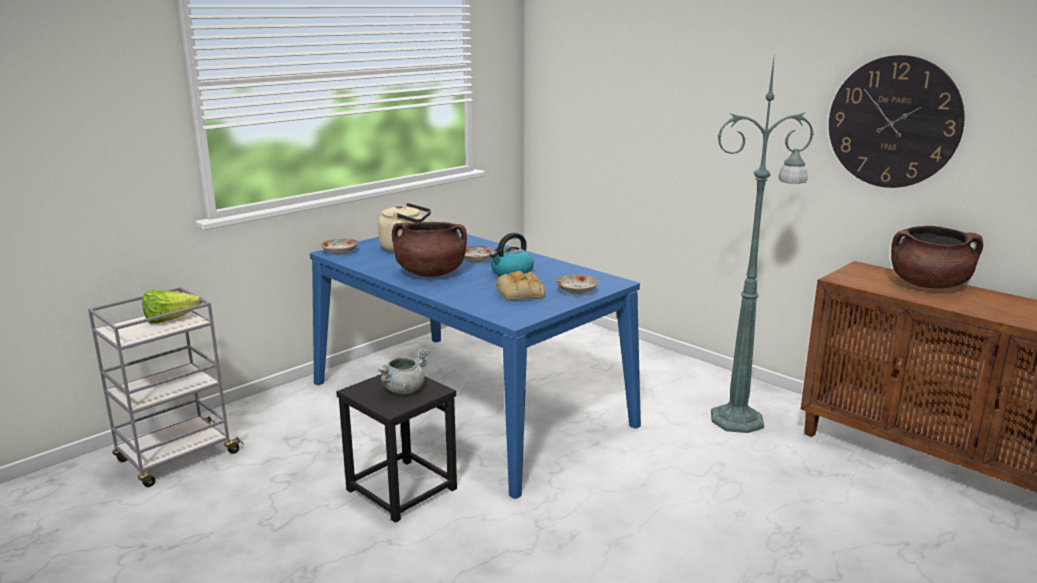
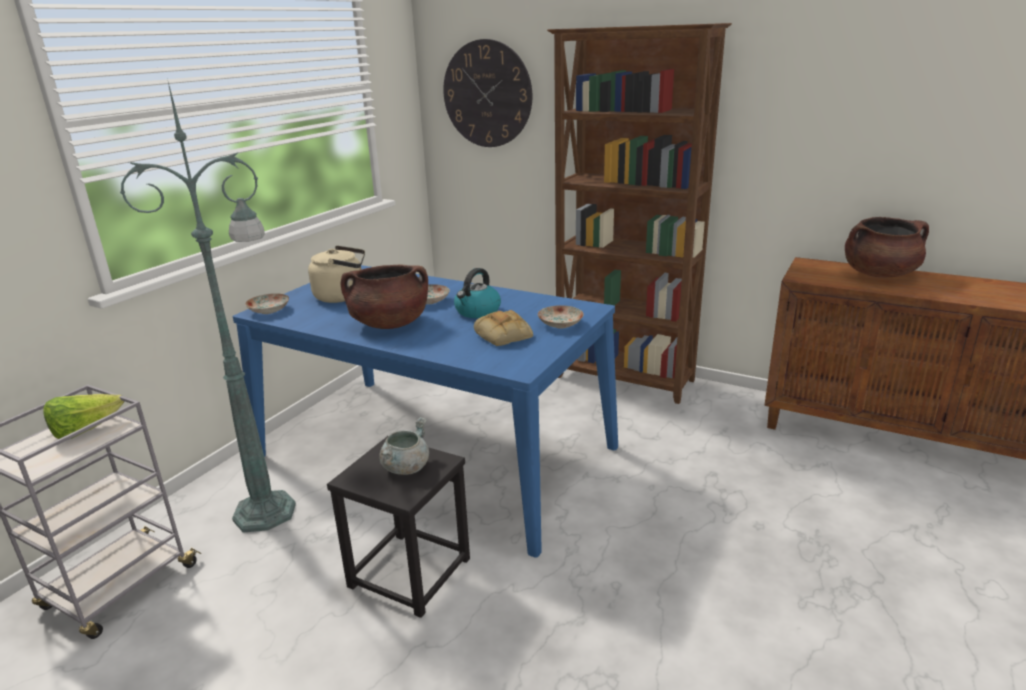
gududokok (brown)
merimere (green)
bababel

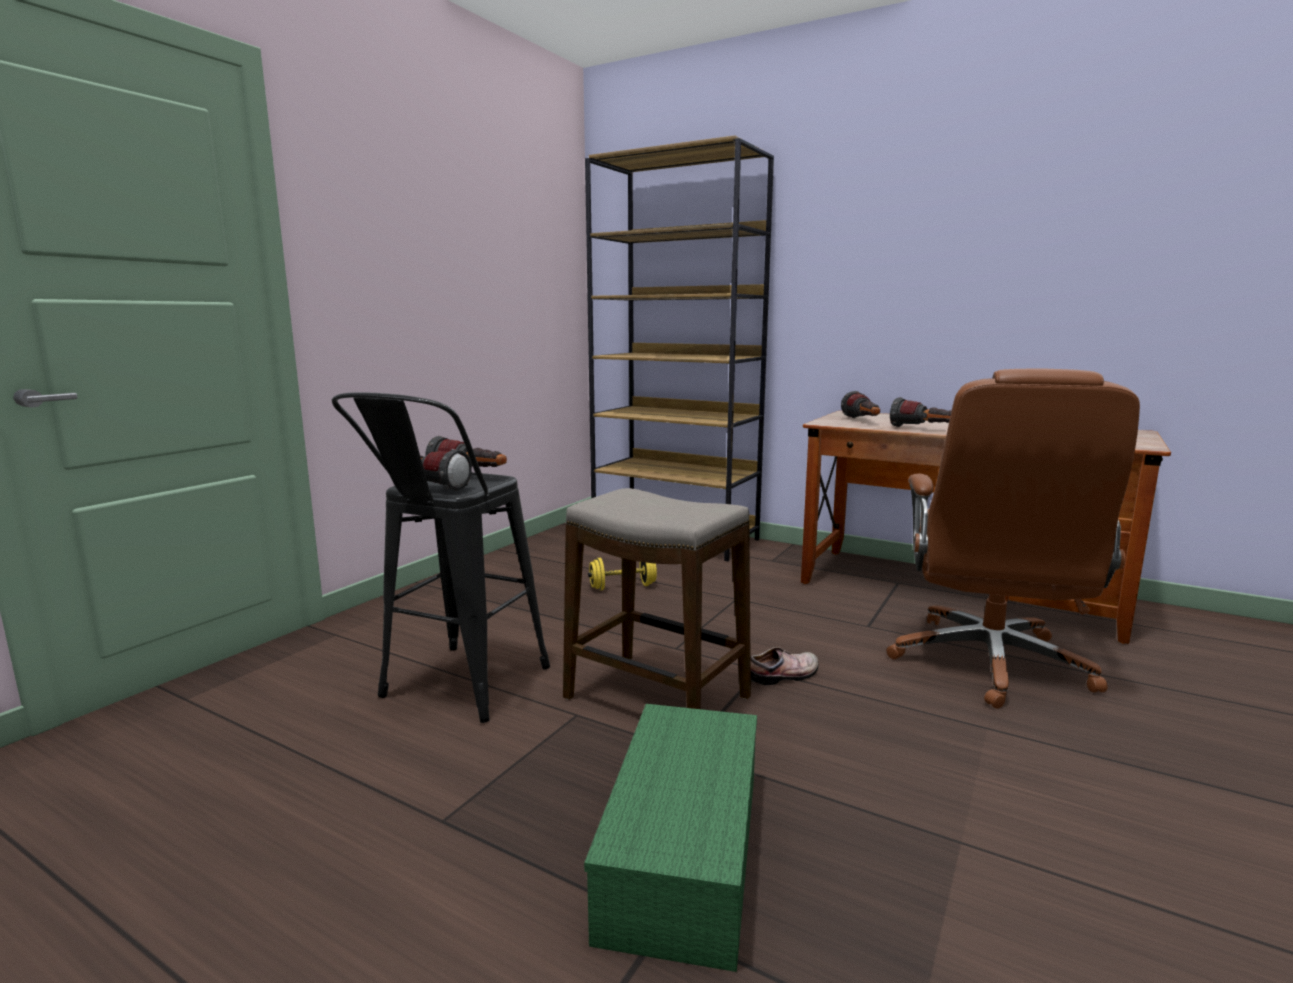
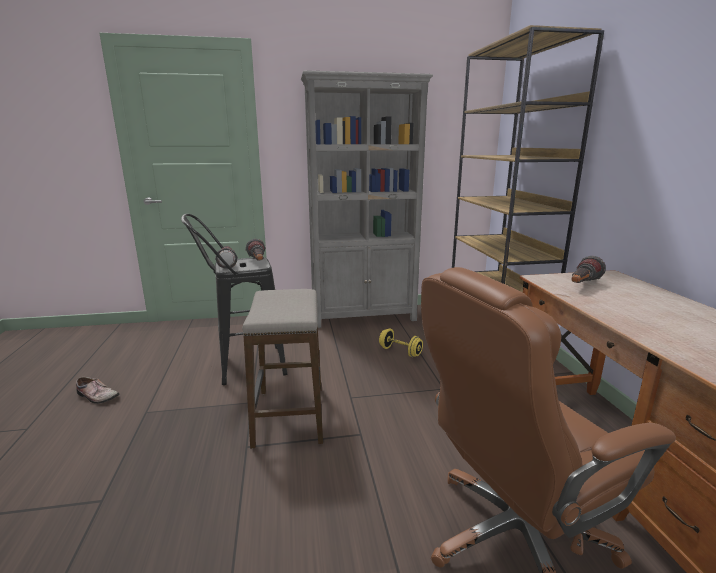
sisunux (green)
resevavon (4th from left in the first image)
gududokok (grey)
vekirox

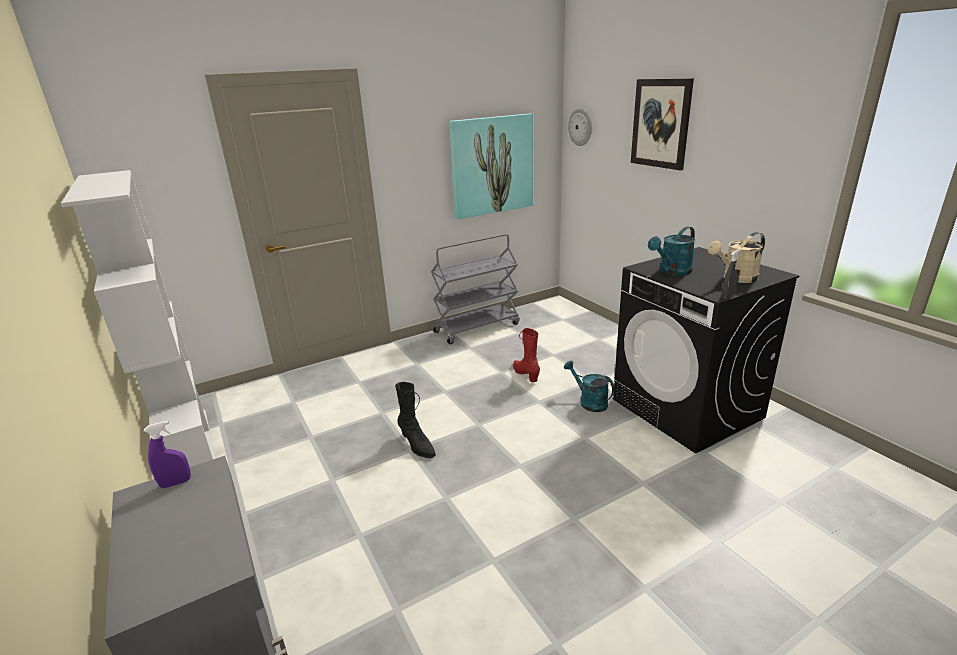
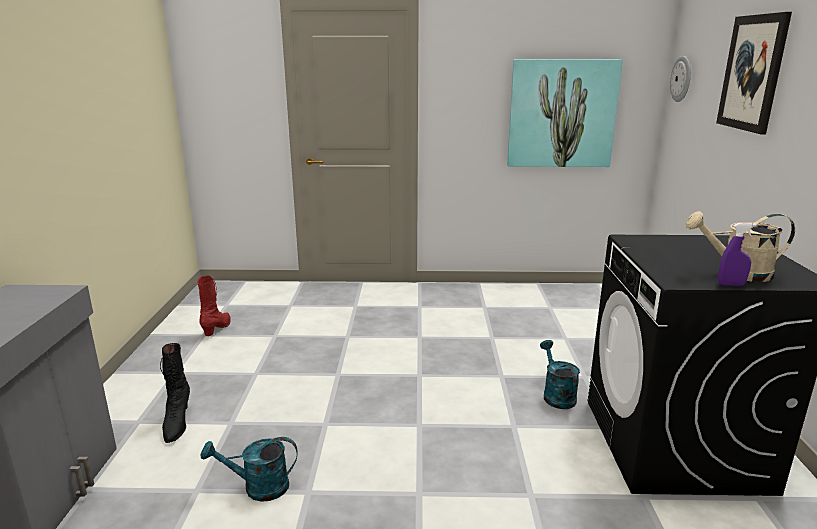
gududokok (white)
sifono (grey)
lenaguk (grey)
lenaguk (purple)
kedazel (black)
kedazel (red)
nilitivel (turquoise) (1st from left)

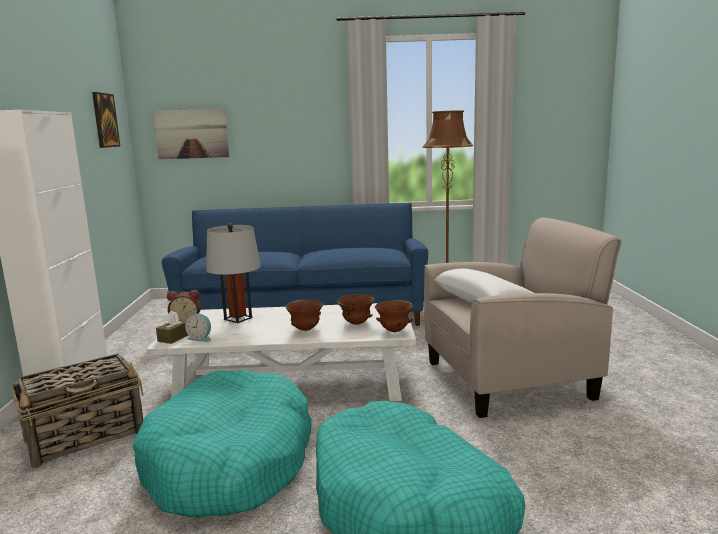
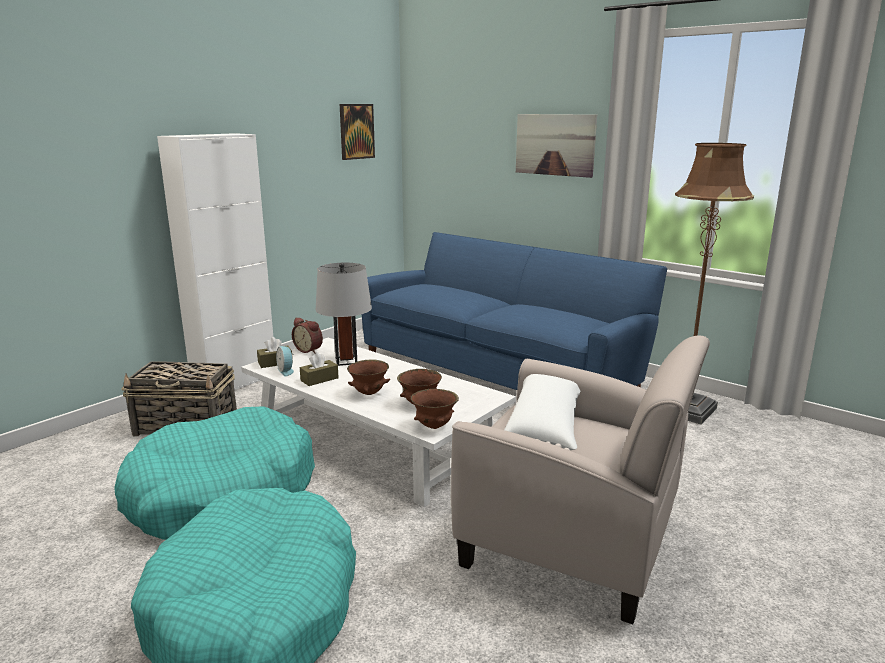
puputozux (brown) (2nd from left)
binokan (2nd from left)

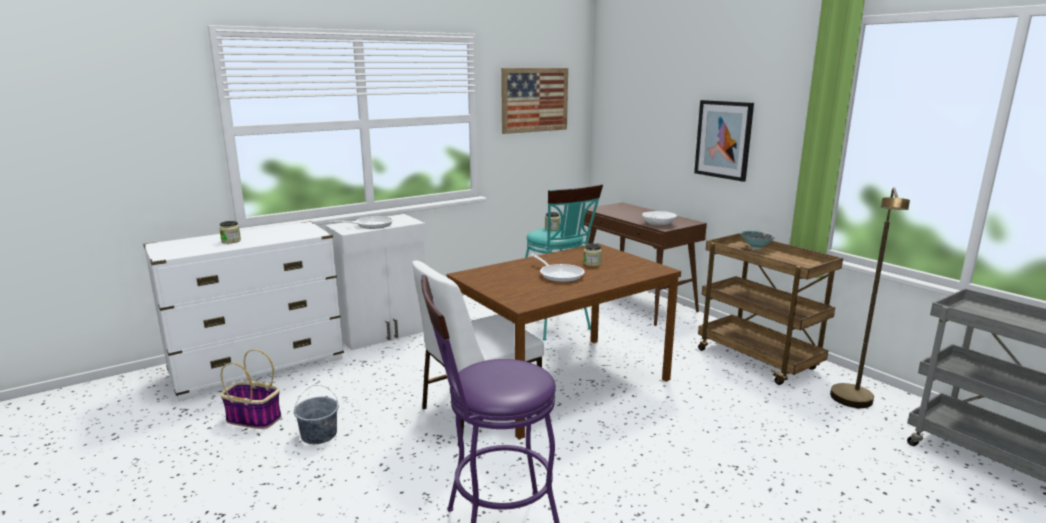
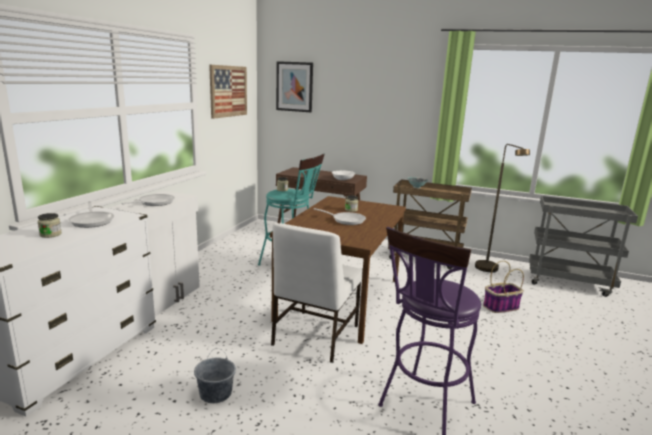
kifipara (1st from left)
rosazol
binokan (2nd from left)

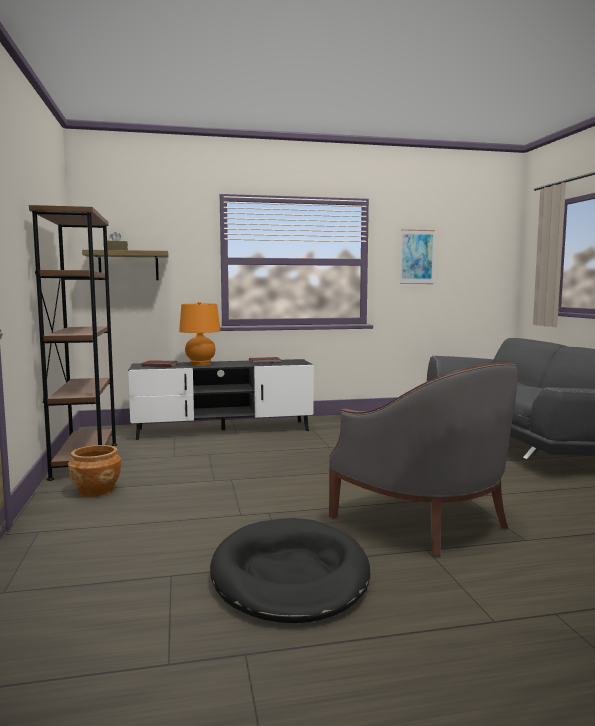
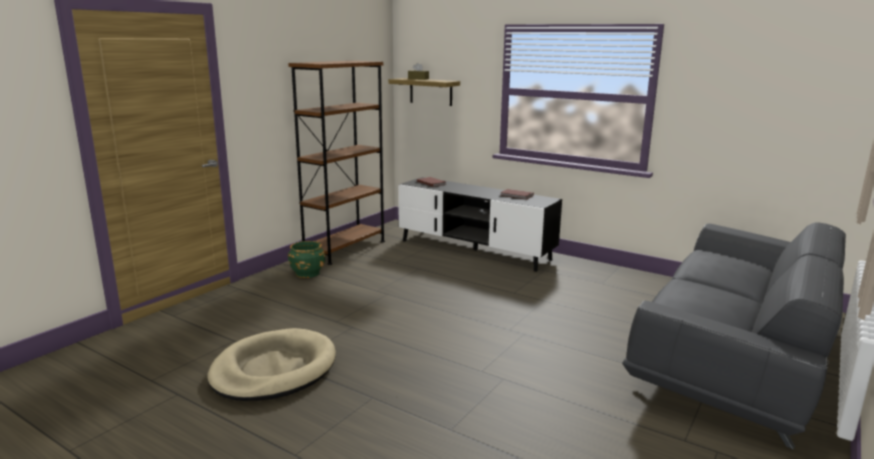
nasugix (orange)
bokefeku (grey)
binokan
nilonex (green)
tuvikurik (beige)

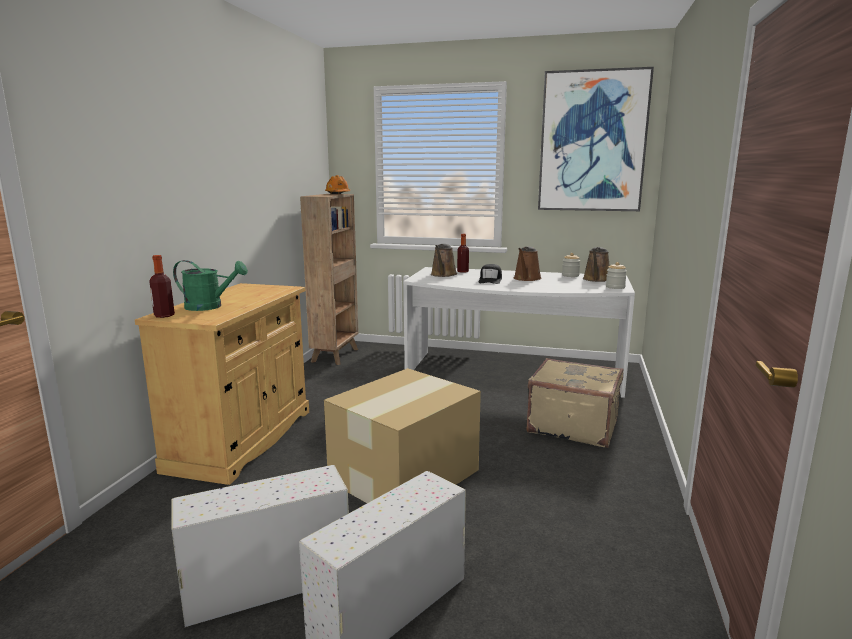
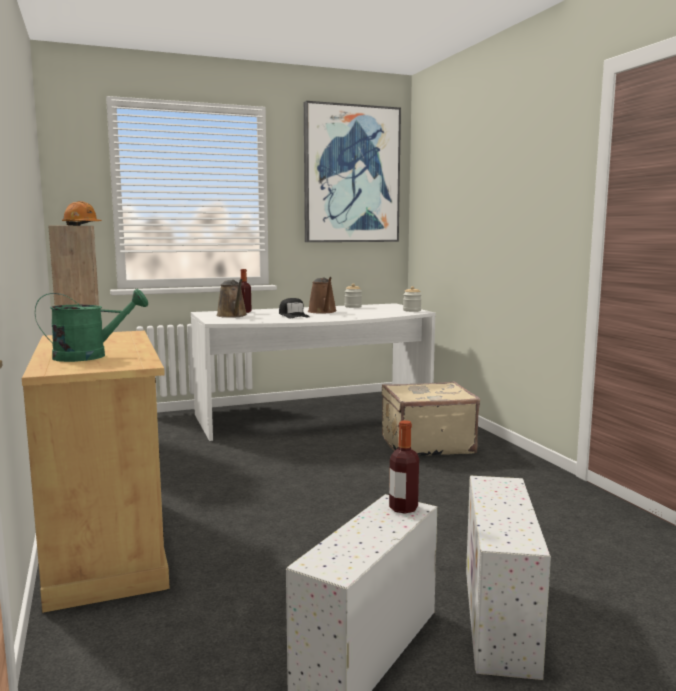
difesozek
nilitivel (brown) (3rd from left in the first image)
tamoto (2nd from left)

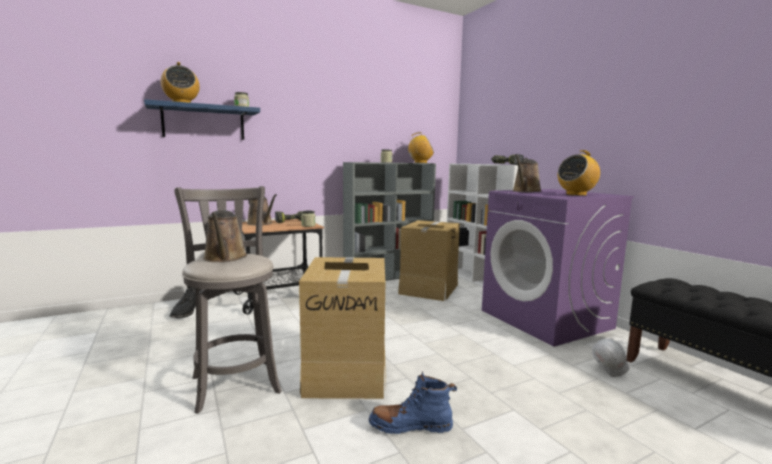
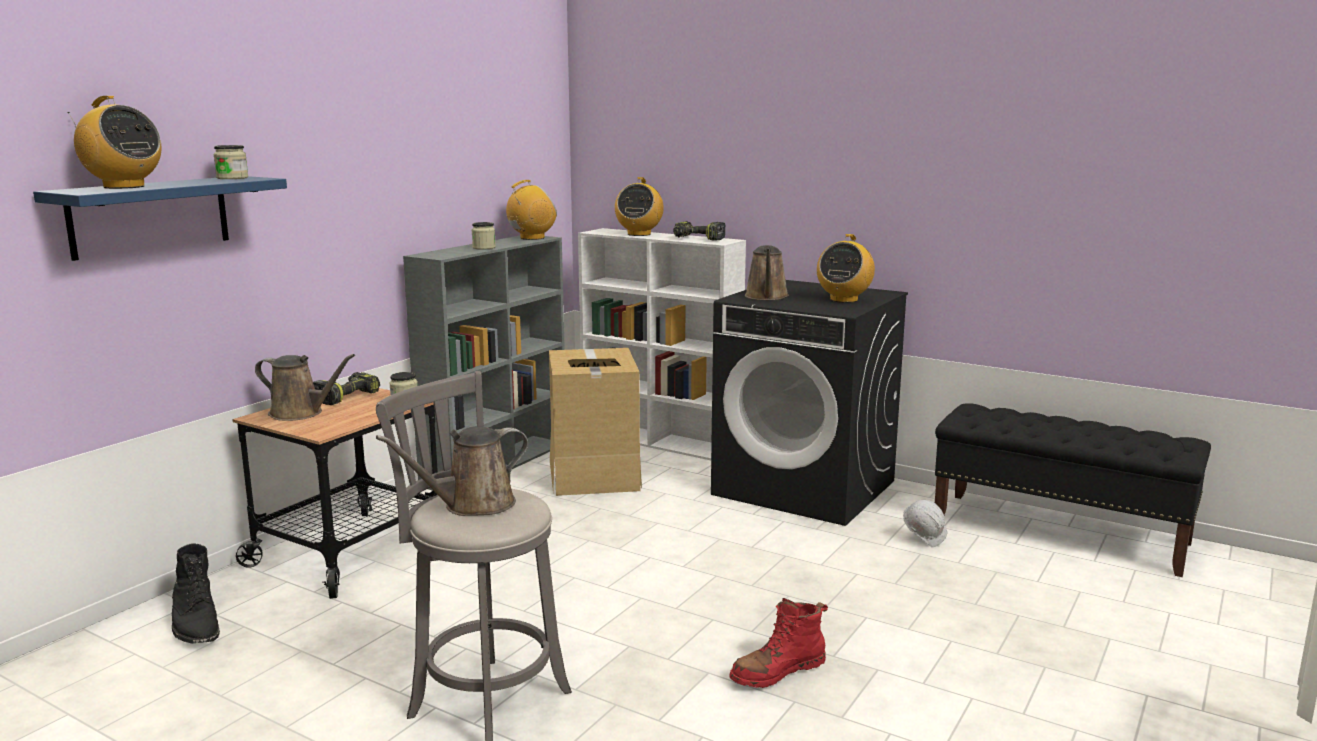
difesozek (1st from left in the first image)
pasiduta (3rd from left)
kedazel (red)
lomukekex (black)
nilitivel (brown) (2nd from left)

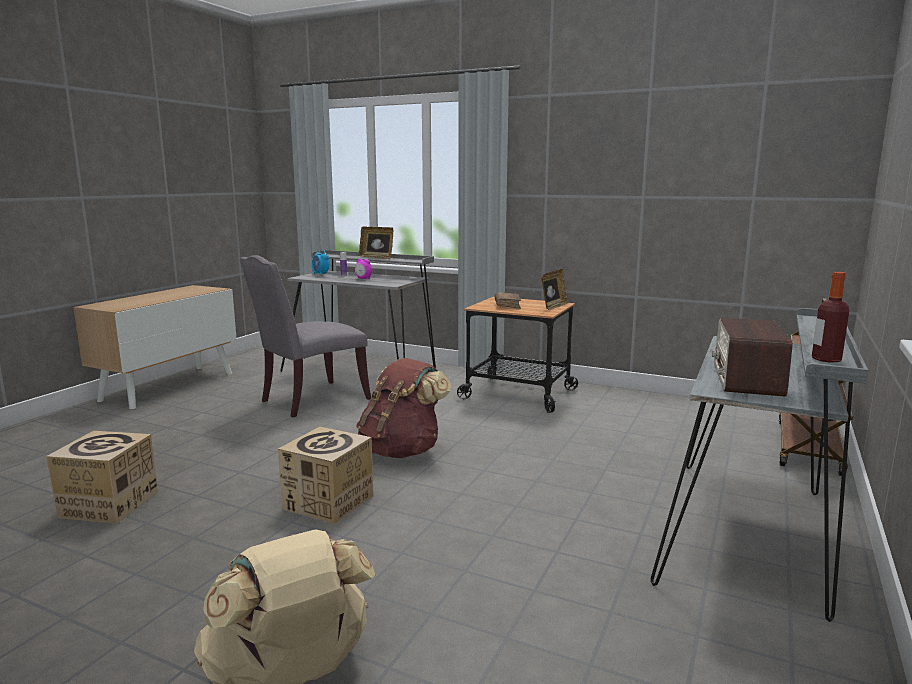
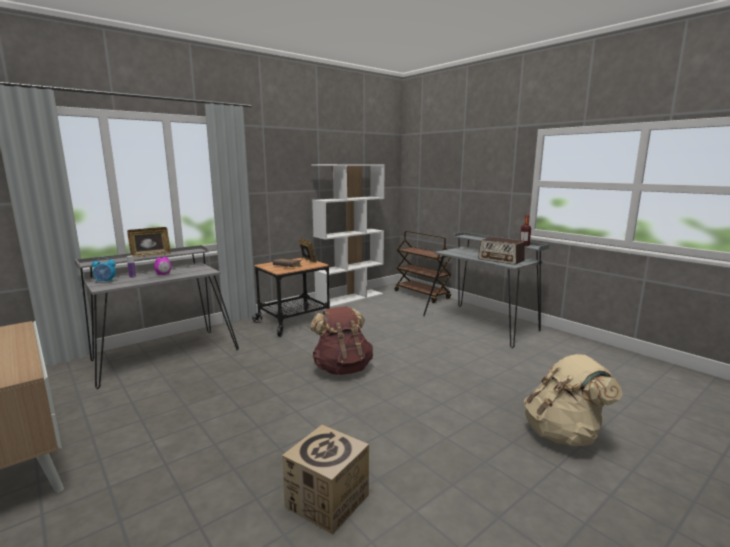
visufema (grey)
difesozek (2nd from left in the first image)
gududokok (white)

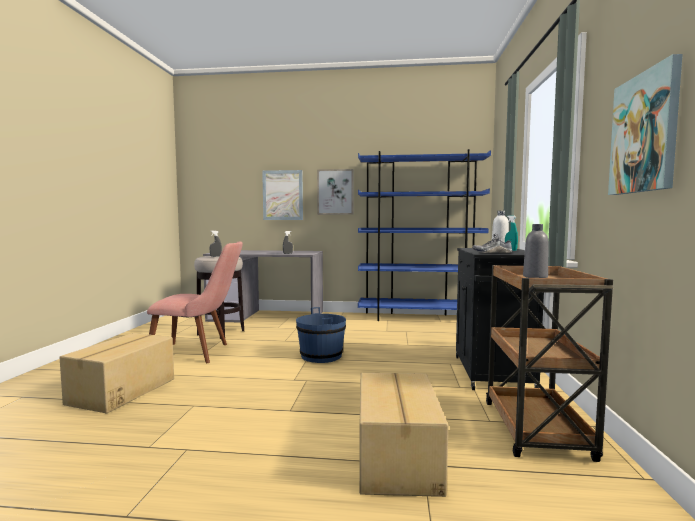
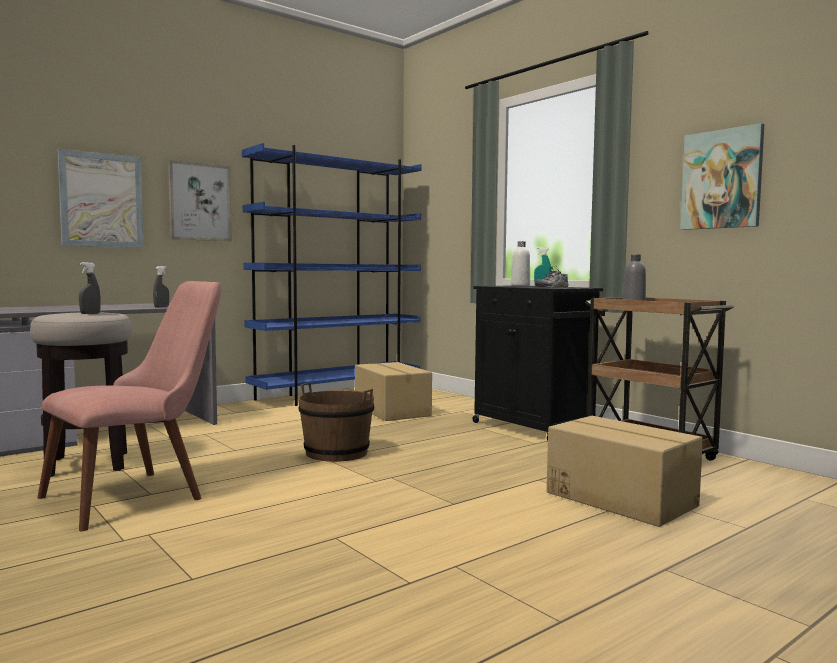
difesozek (1st from left)
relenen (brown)

